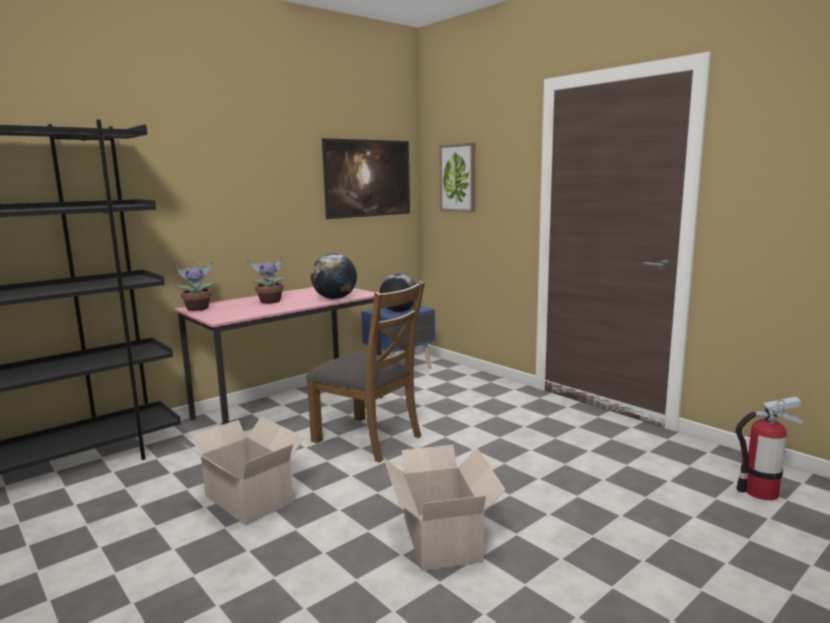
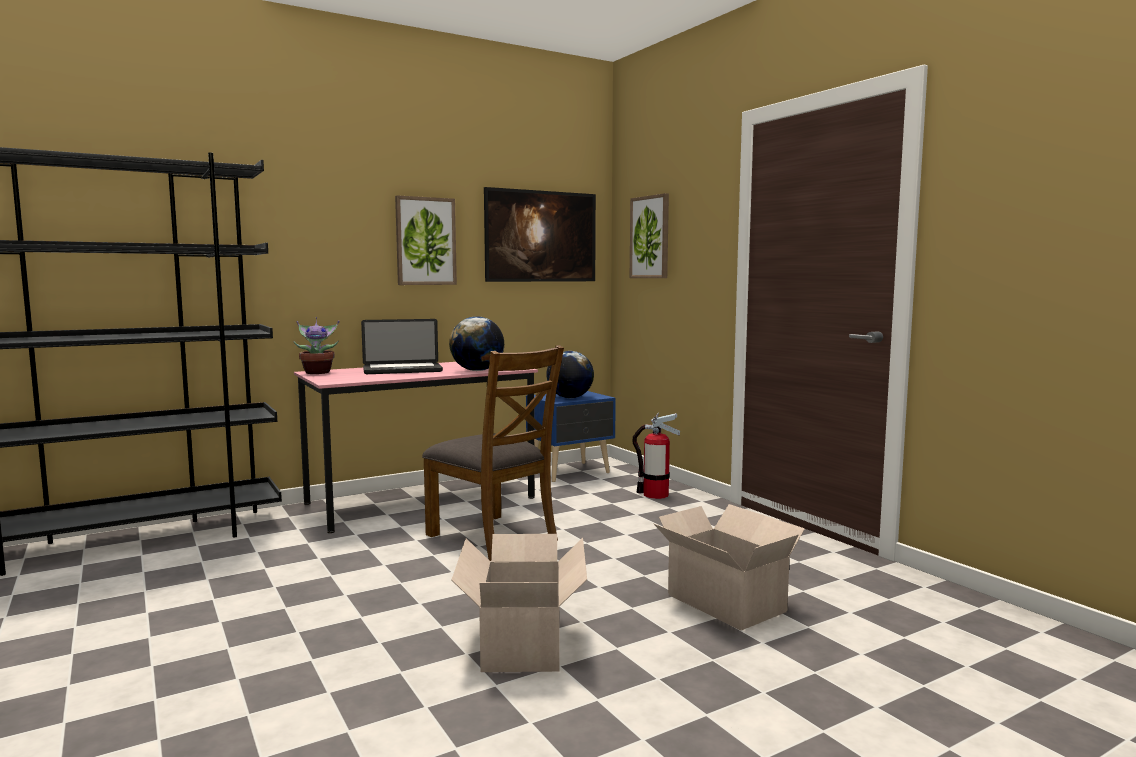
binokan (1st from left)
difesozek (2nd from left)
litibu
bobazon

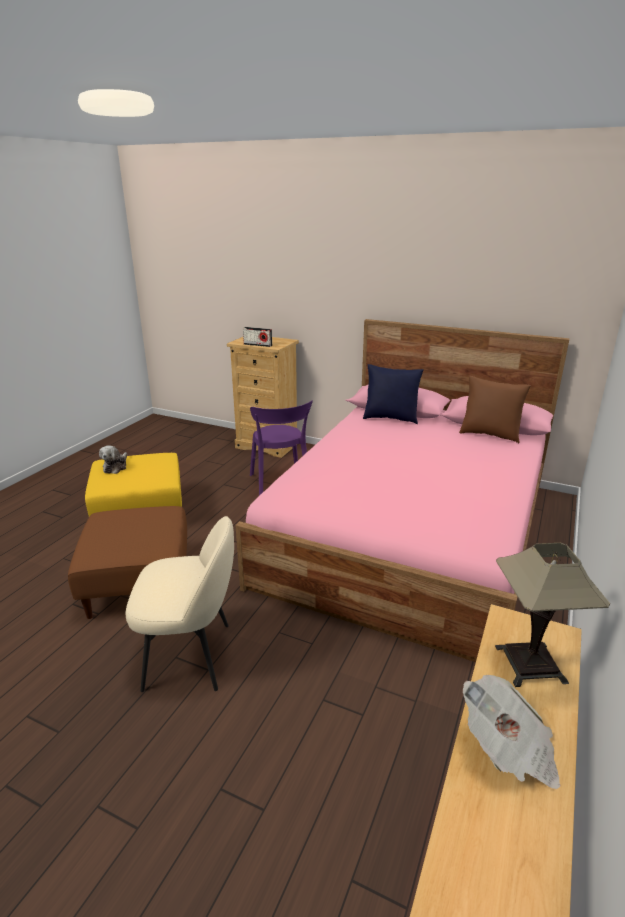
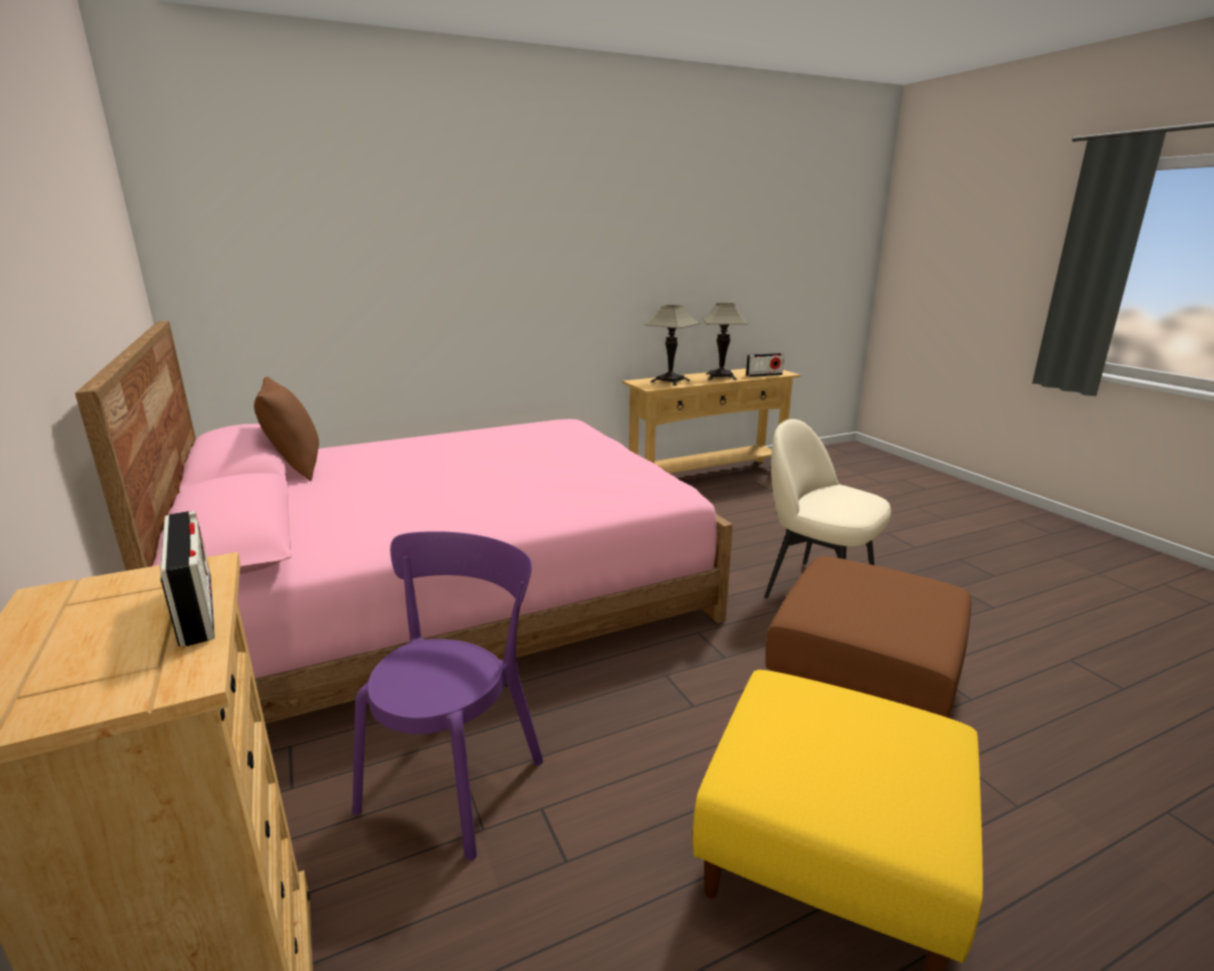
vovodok
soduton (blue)
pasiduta (2nd from left)
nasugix (2nd from left)

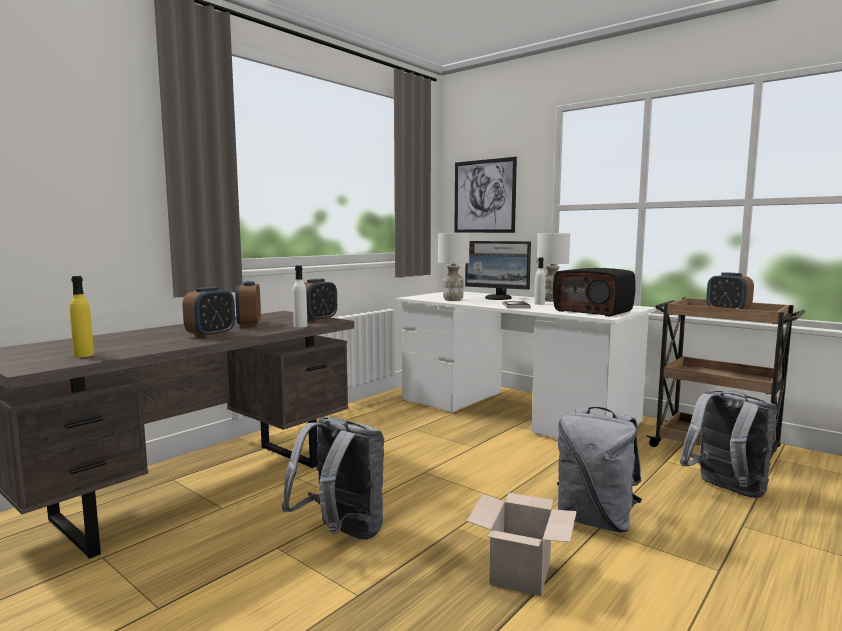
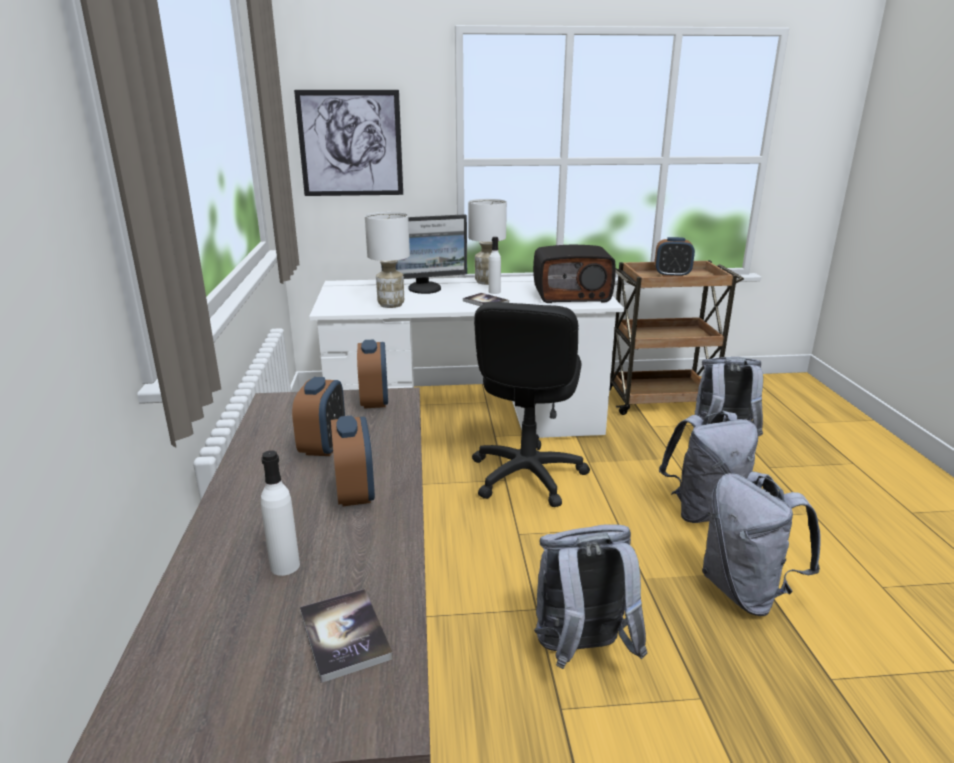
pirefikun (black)
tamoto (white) (1st from left)
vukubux (1st from left)
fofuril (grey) (4th from left)
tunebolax (1st from left)

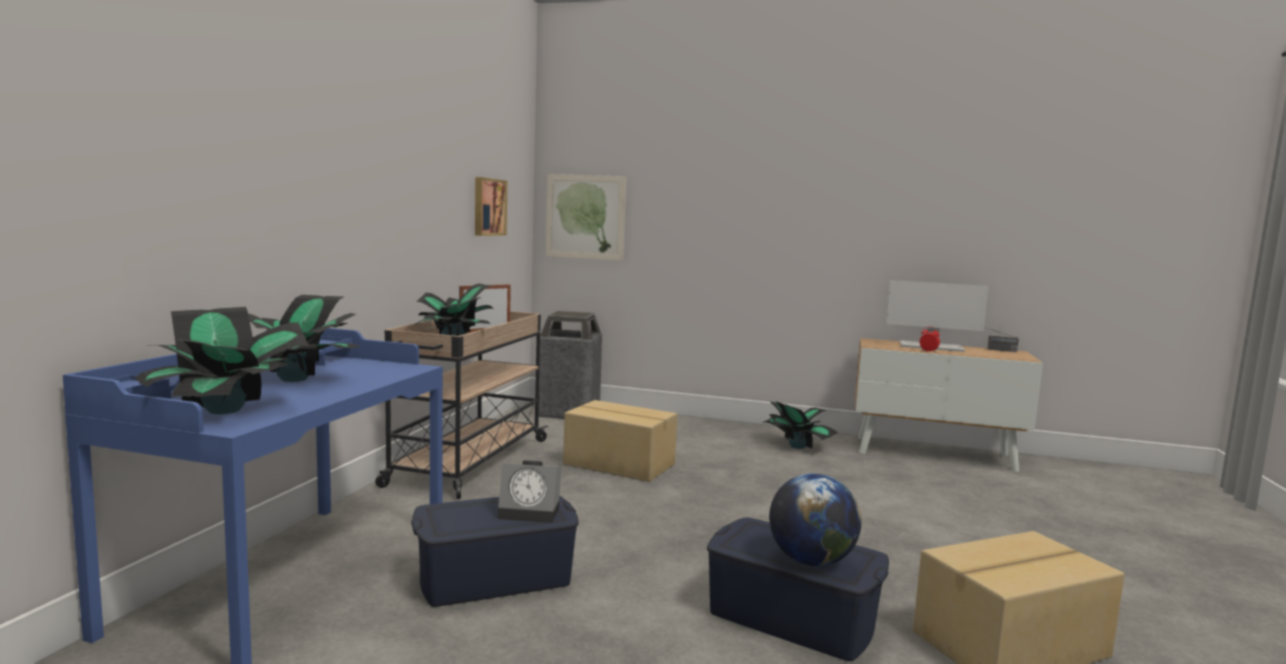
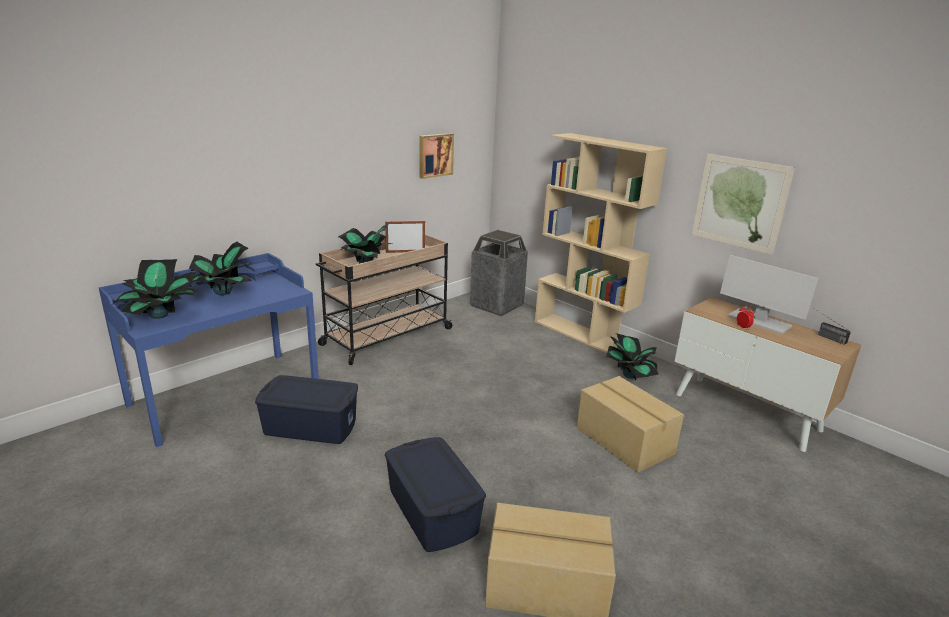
tunebolax (1st from left in the first image)
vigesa
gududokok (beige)
binokan (2nd from left)
difesozek (2nd from left)

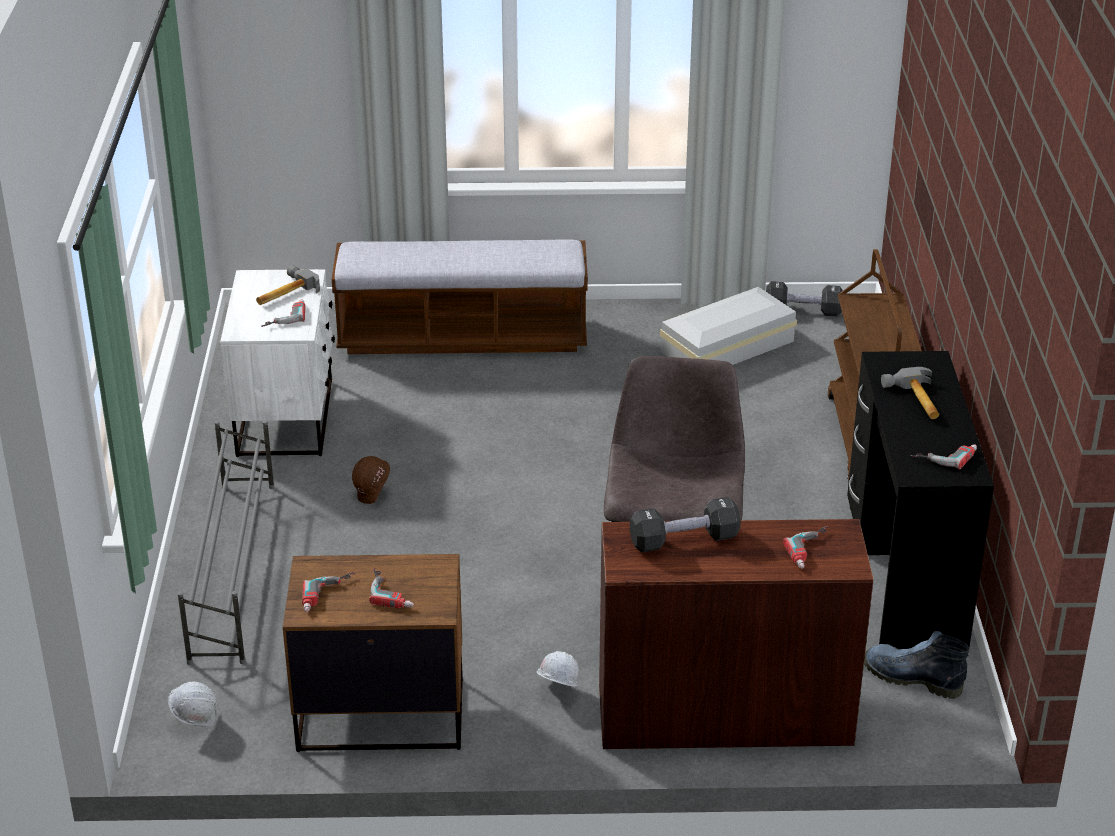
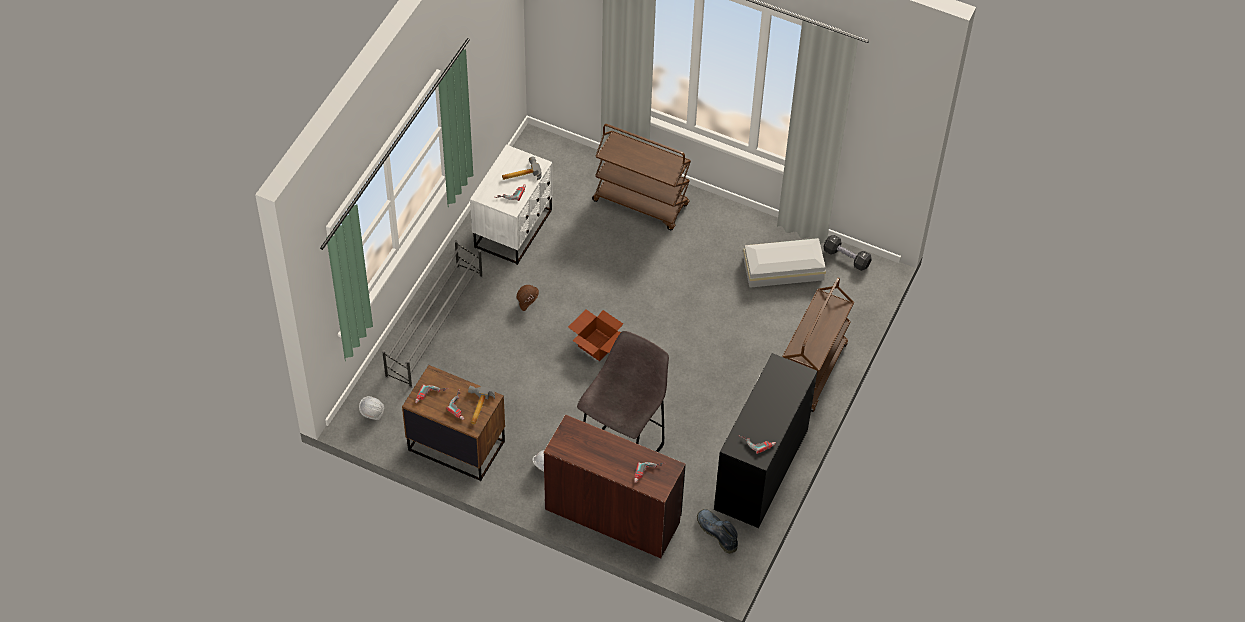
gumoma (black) (1st from left in the first image)
difesozek
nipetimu (1st from left)
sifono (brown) (1st from left)

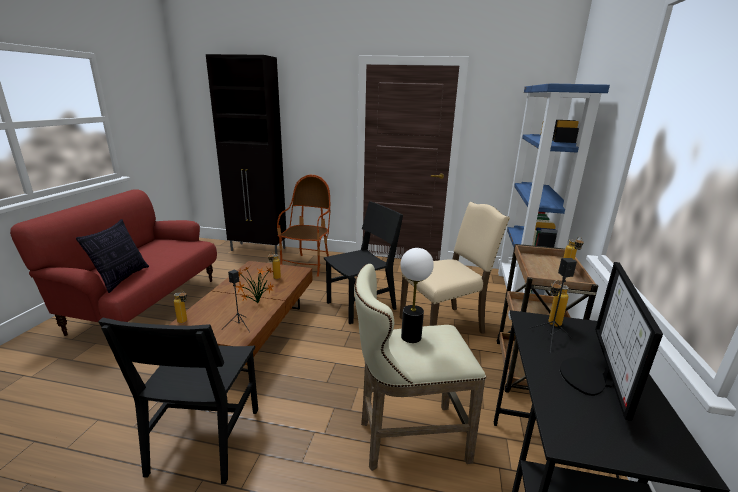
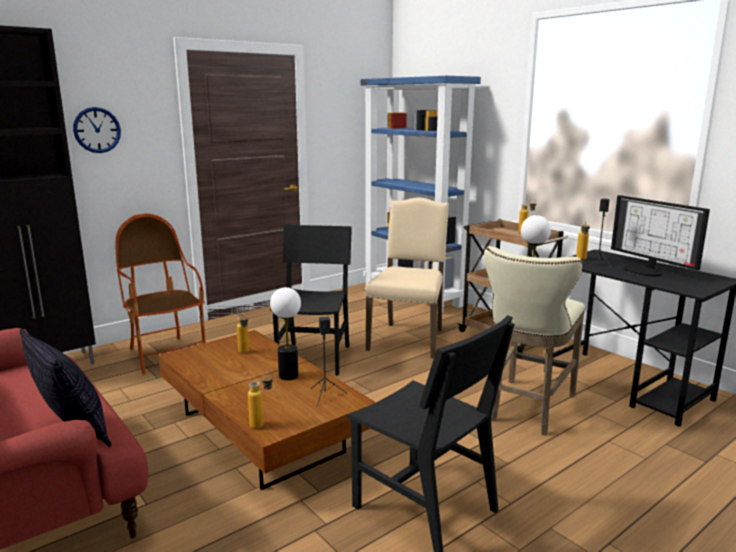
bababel
nasugix (1st from left)

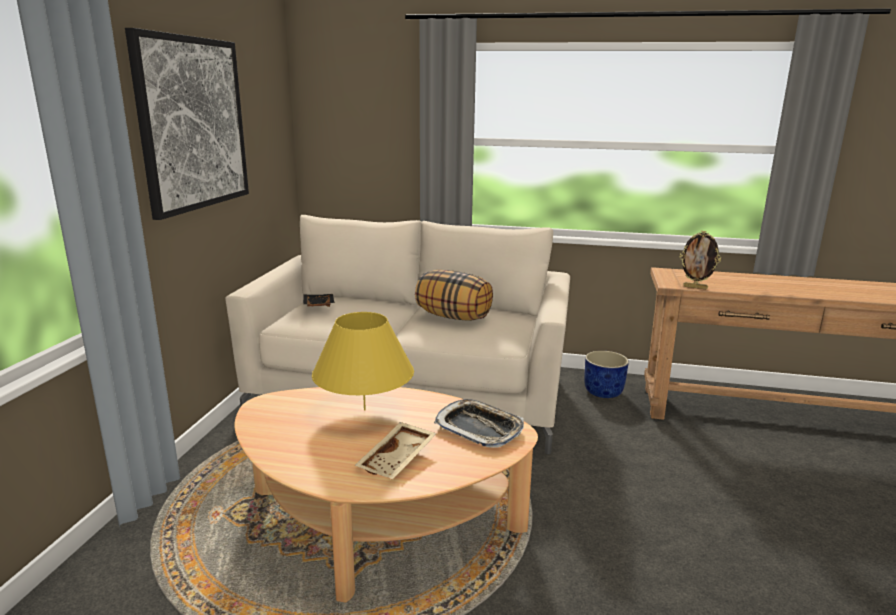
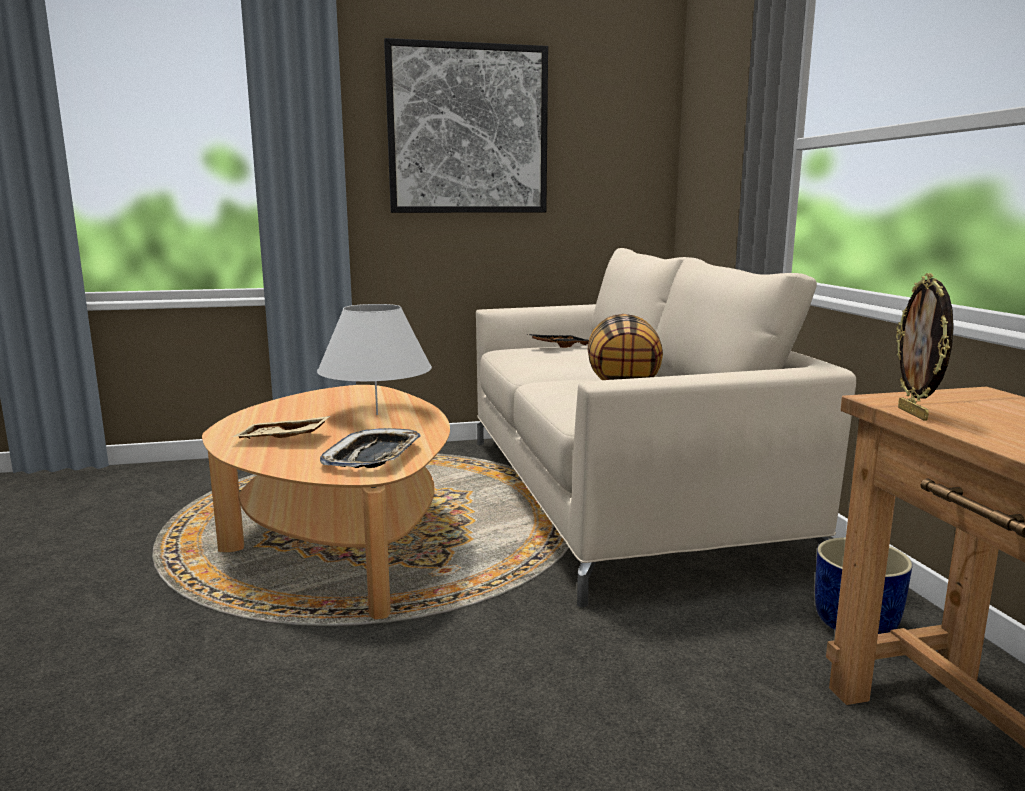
nasugix (white)

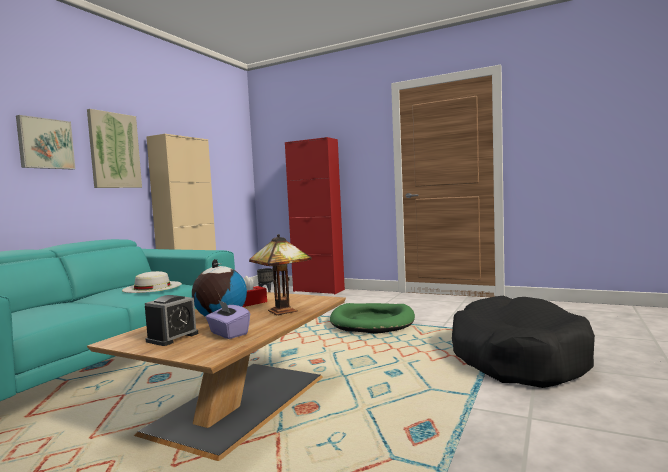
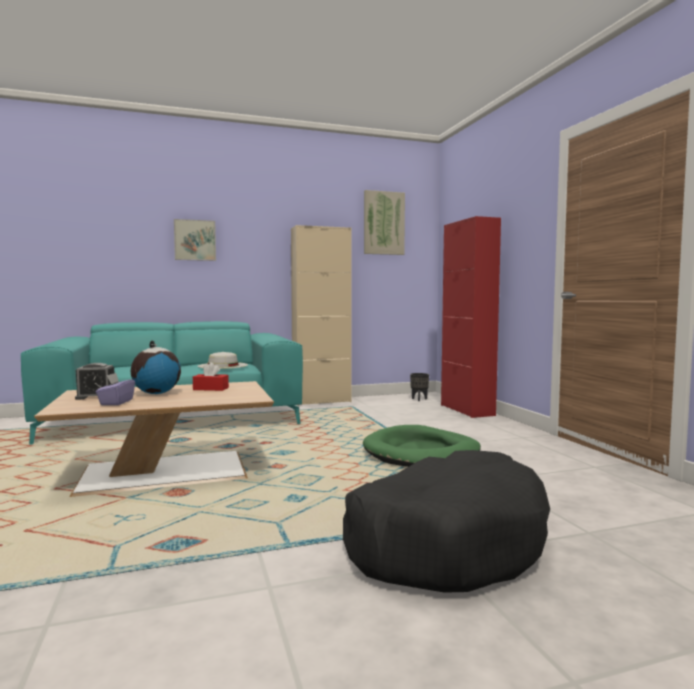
nasugix
binokan (2nd from left)

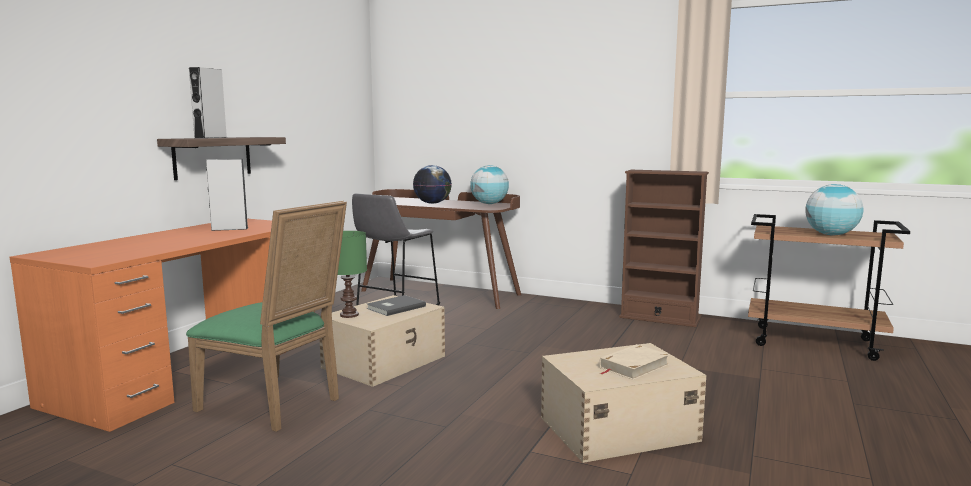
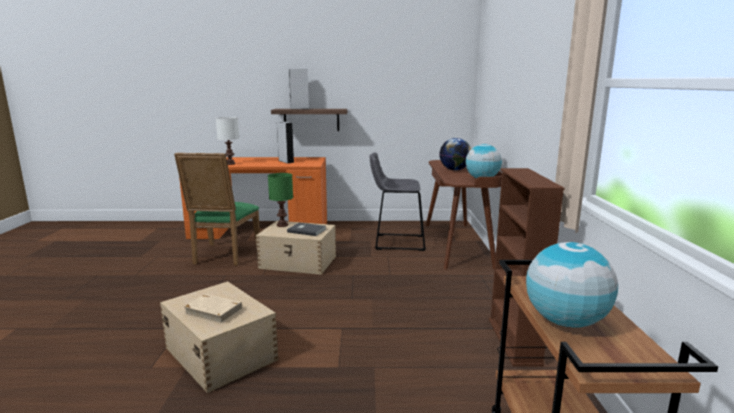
nasugix (white)

